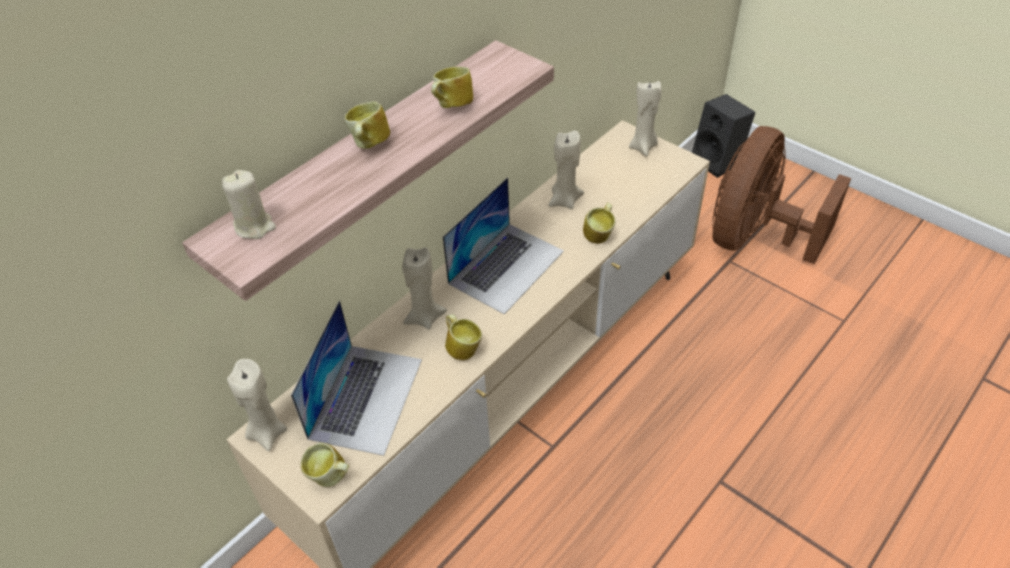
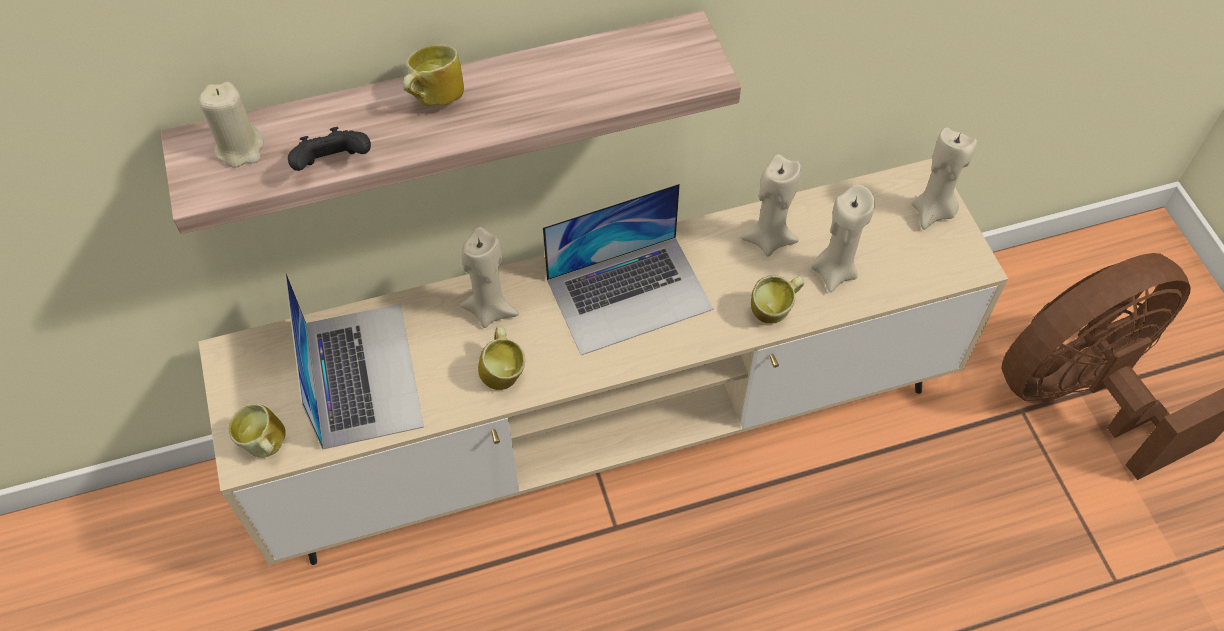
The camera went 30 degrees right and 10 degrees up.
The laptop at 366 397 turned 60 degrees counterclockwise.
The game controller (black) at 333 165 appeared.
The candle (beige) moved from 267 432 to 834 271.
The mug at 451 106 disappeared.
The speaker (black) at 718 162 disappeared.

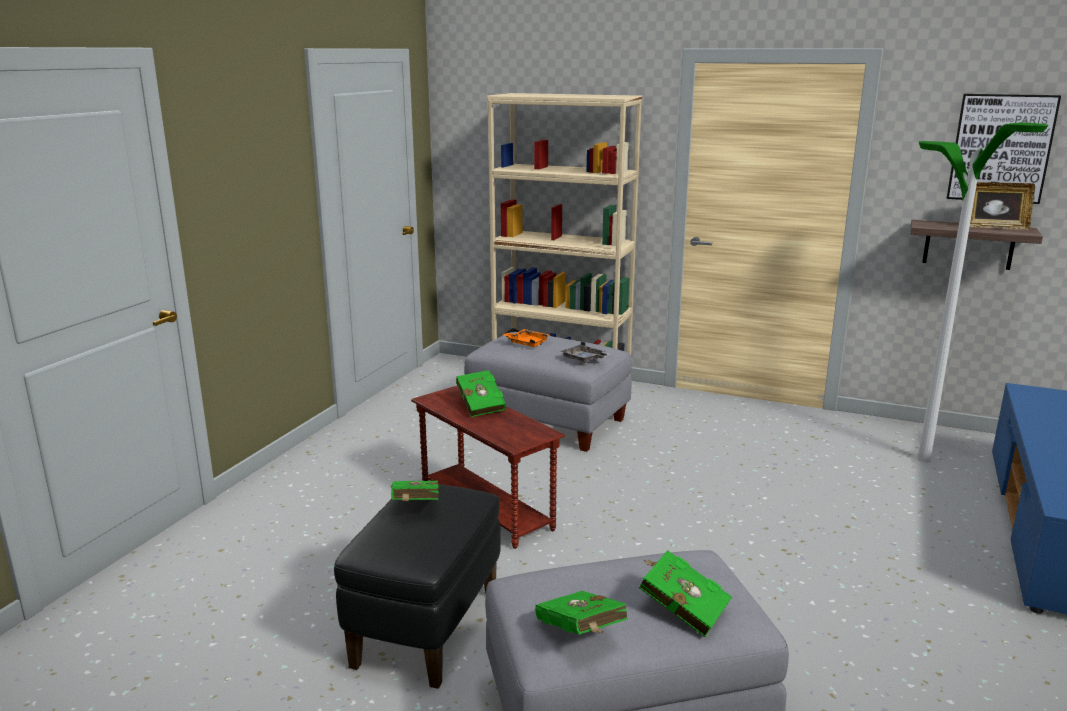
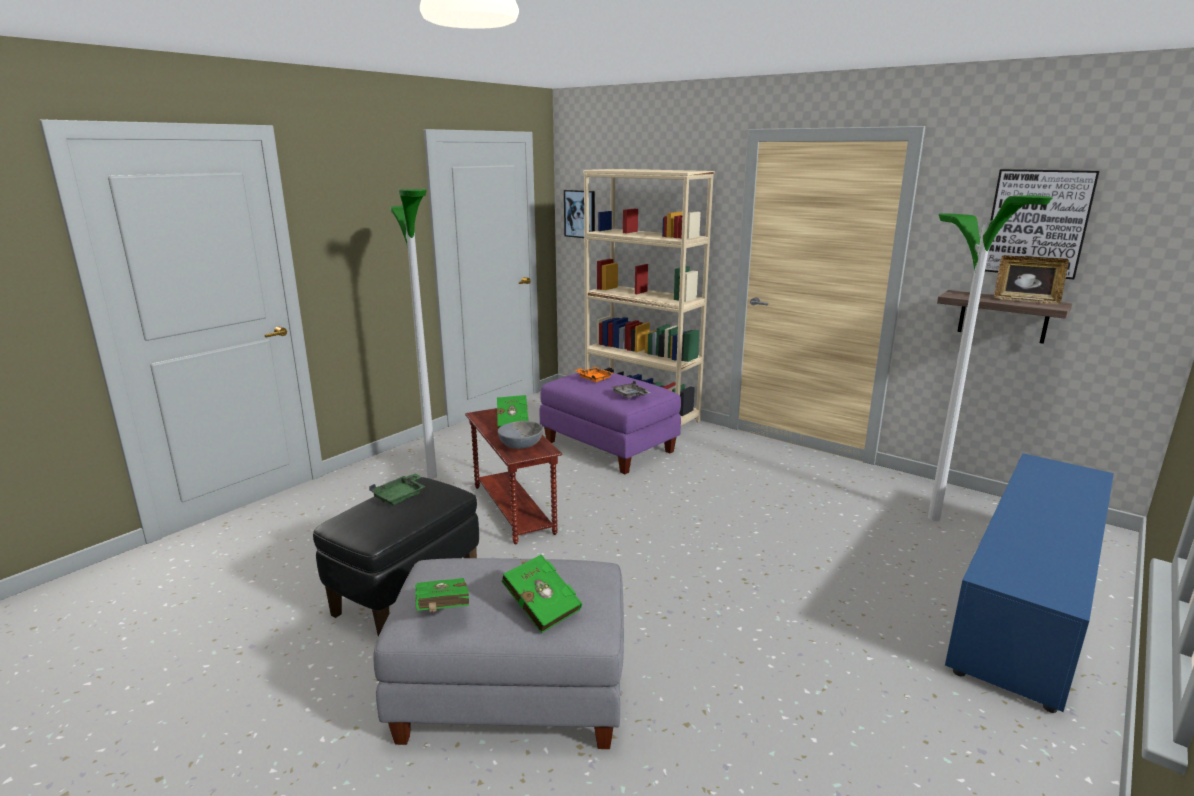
The camera went 15 degrees right and 0 degrees up.
The book (green) at 415 508 was replaced by the tray (green) at 400 496.
The floor lamp at 432 476 appeared.
The bowl (grey) at 520 445 appeared.
The ottoman (grey) at 549 421 became the ottoman (purple) at 610 446.
The picture at 580 214 appeared.

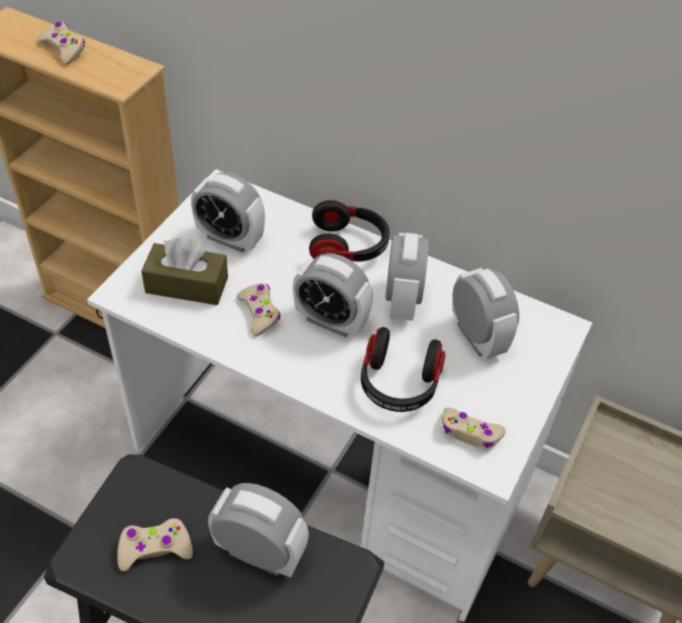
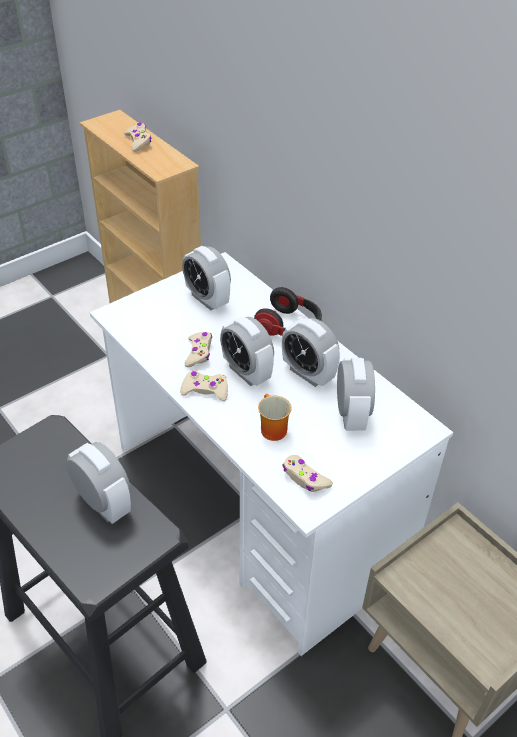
The camera went 25 degrees right and 5 degrees down.
The game controller (beige) moved from 154 548 to 205 390.
The headphones at 398 384 was replaced by the mug at 270 429.
The alarm clock at 402 300 turned 105 degrees clockwise.
The tissue box (brown) at 187 285 disappeared.

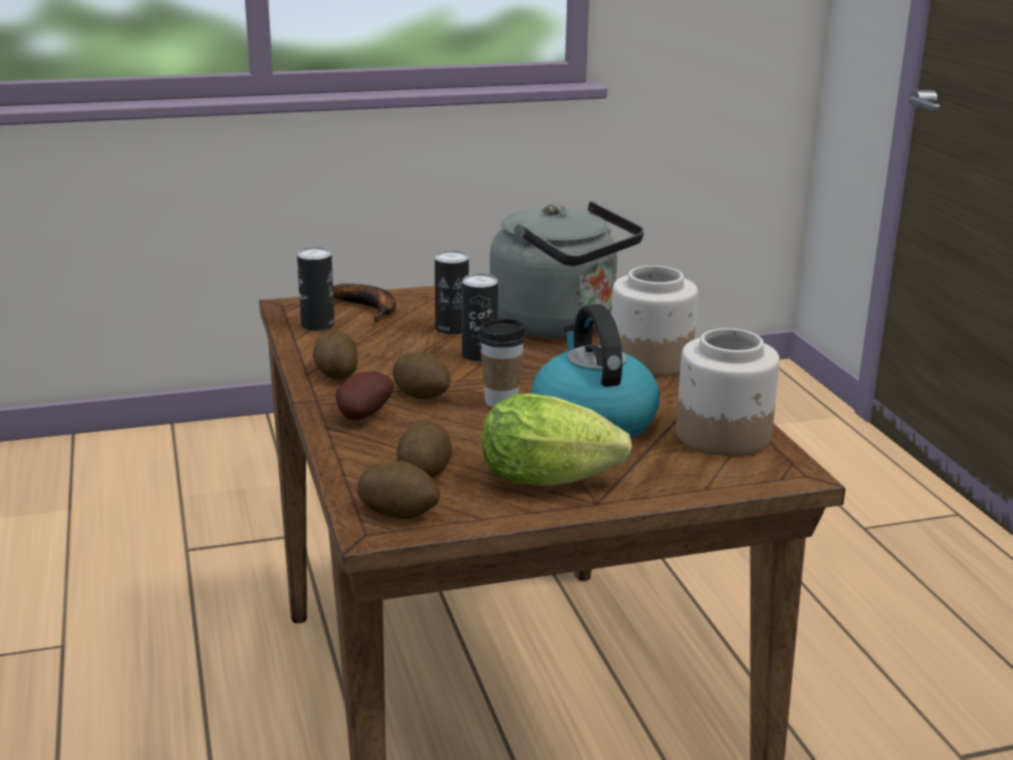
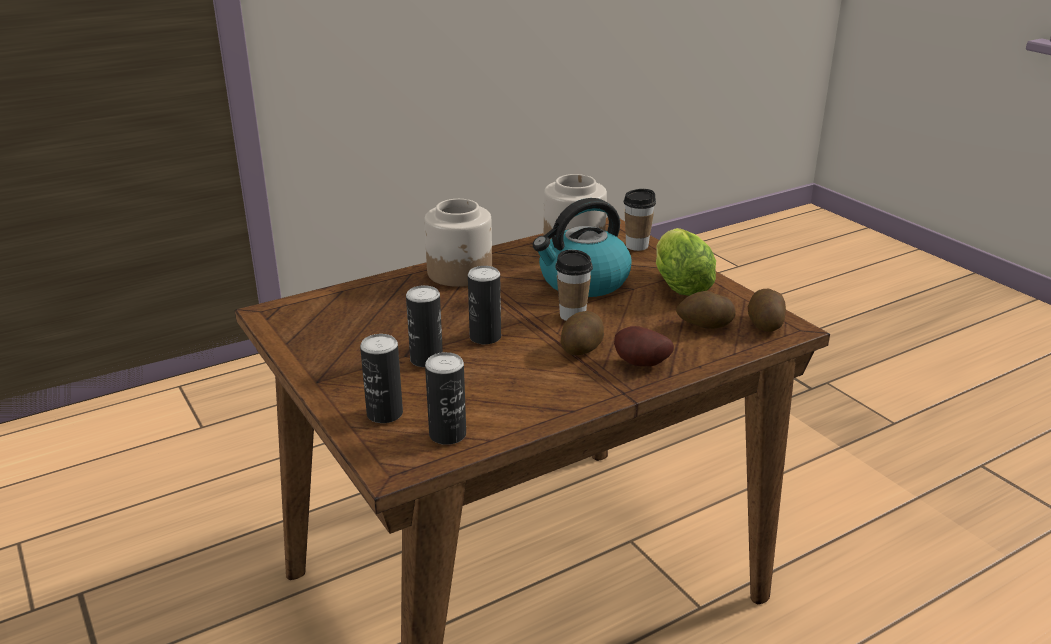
The camera went 105 degrees left and 5 degrees up.
The banana at 370 308 was replaced by the can at 384 414.
The cup at 637 246 appeared.
The potato at 336 373 disappeared.
The kettle (grey) at 560 325 disappeared.

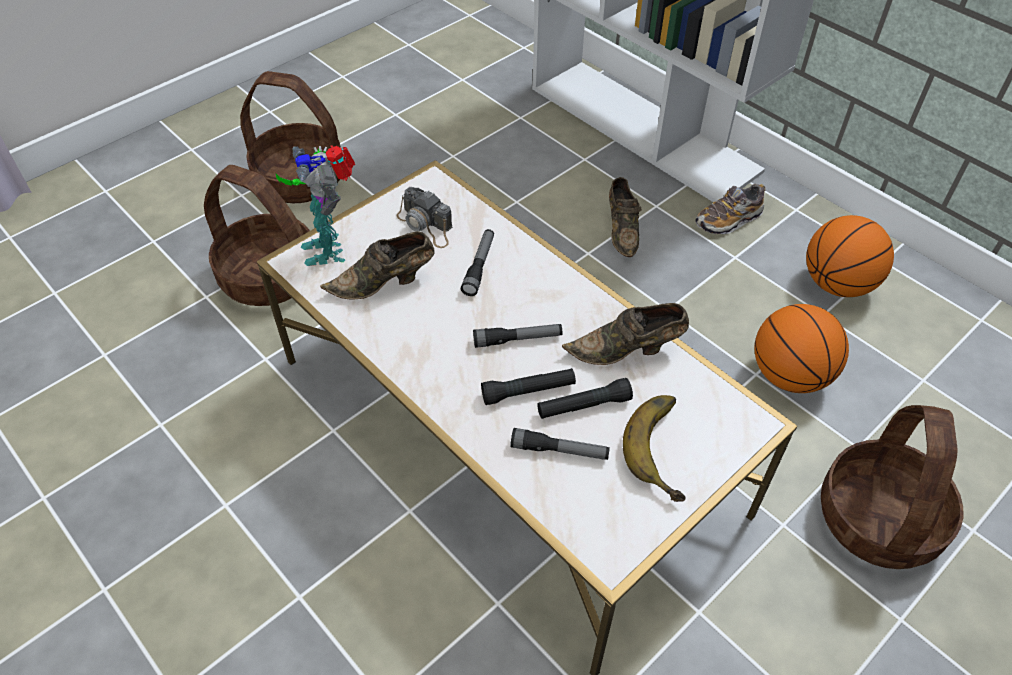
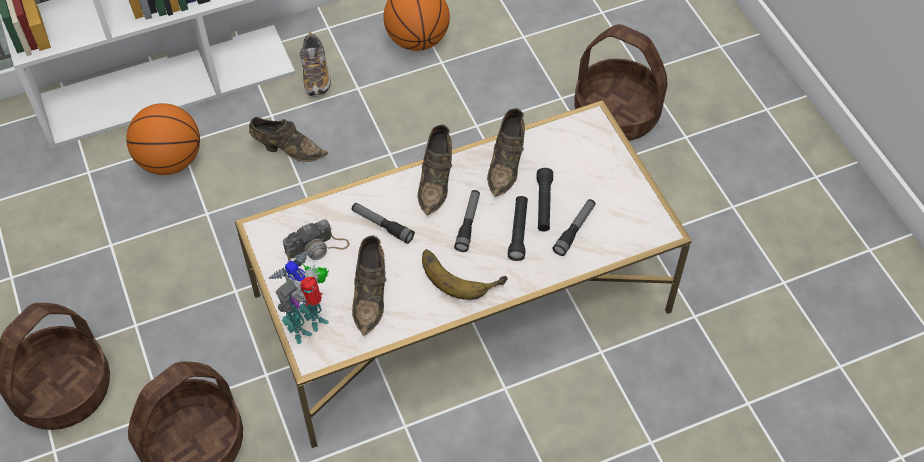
The camera went 70 degrees left and 5 degrees up.
The basketball moved from 789 375 to 170 161.
The toy robot at 329 248 turned 135 degrees clockwise.
The shoe (brown) at 436 180 appeared.
The banana moved from 667 448 to 461 272.

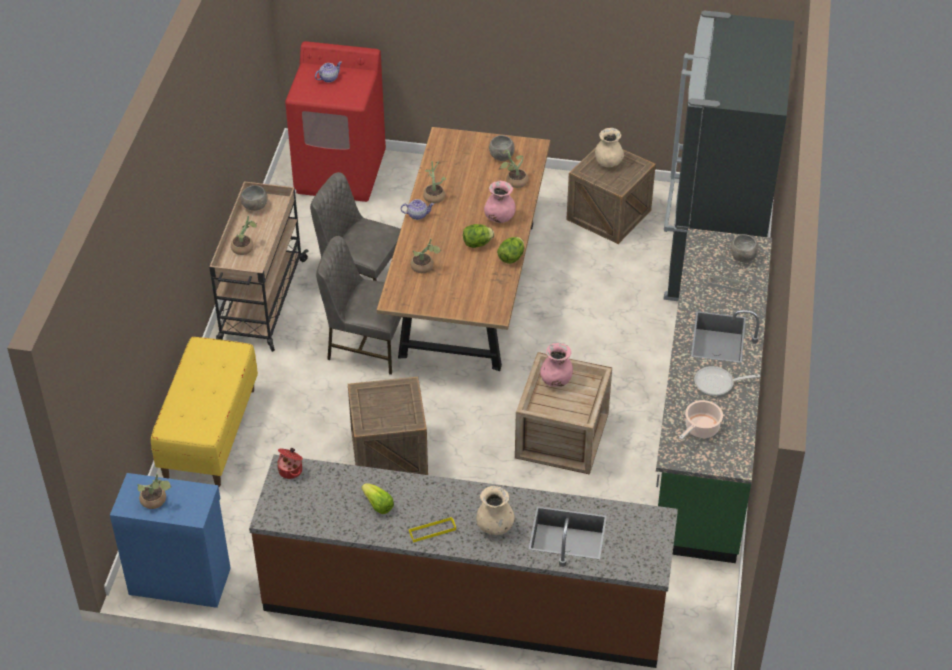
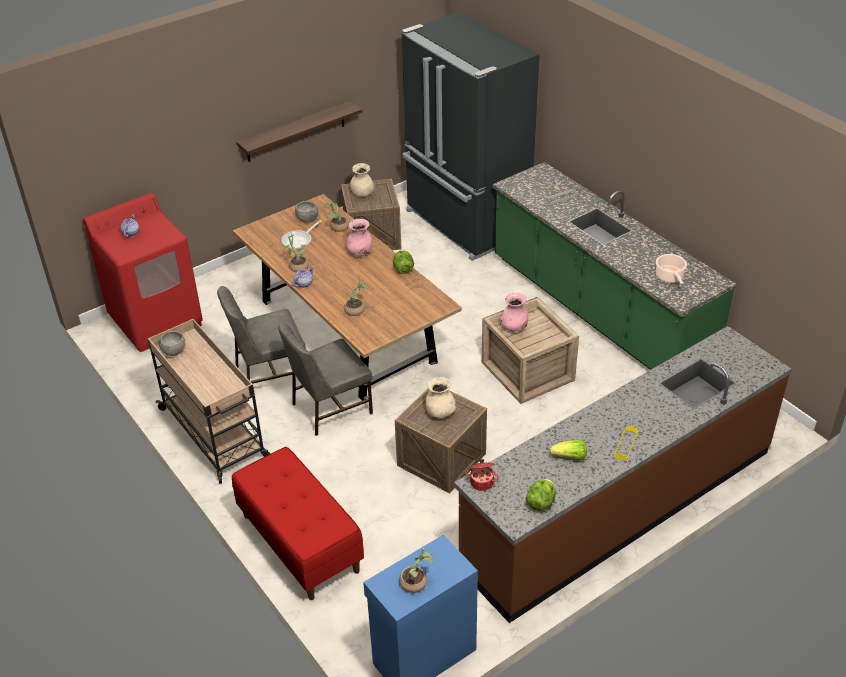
The camera went 45 degrees left and 5 degrees down.
The bench (yellow) at 209 433 became the bench (red) at 299 543.
The shelf at 295 132 appeared.
The frying pan moved from 717 384 to 299 240.
The vase (beige) moved from 495 526 to 440 412.
The lettuce moved from 477 243 to 540 503.
The potted plant at 245 248 disappeared.
The bowl (grey) at 742 258 disappeared.

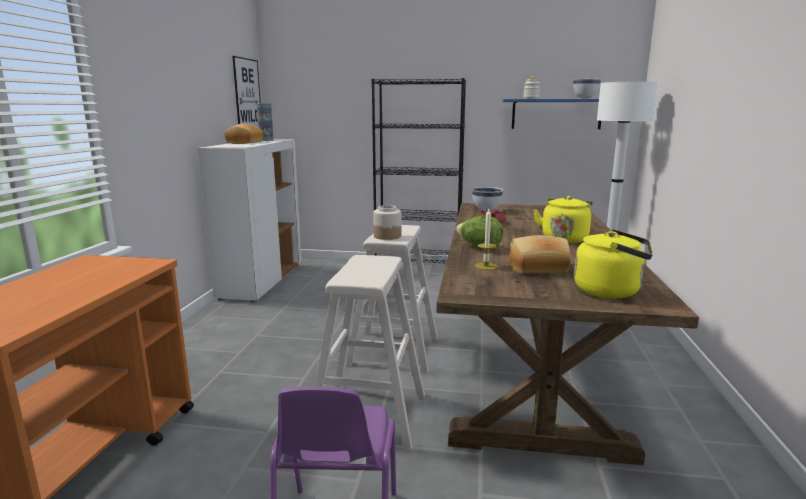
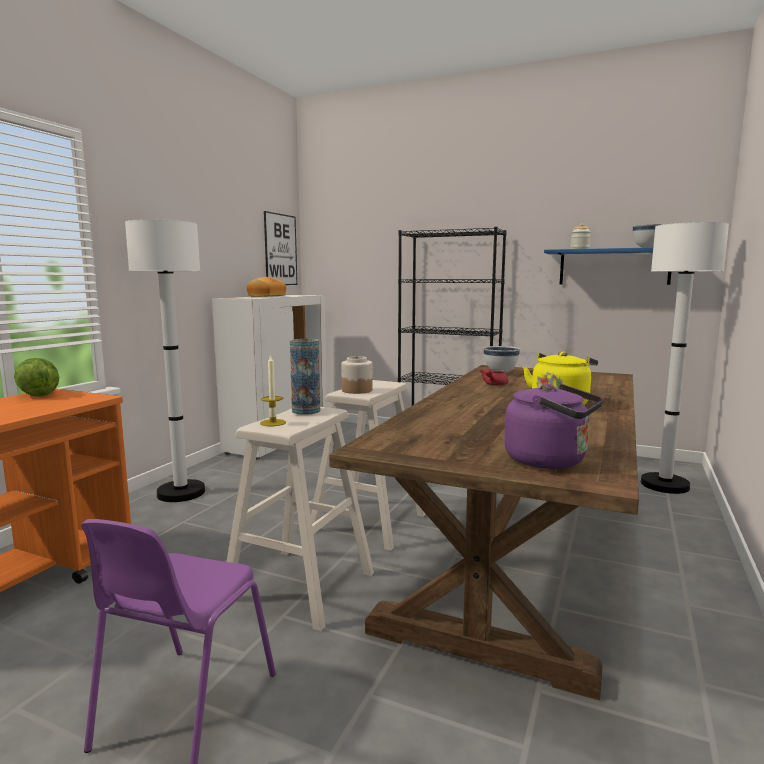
The camera went 15 degrees right and 5 degrees down.
The lettuce moved from 479 248 to 38 395.
The floor lamp (white) at 181 493 appeared.
The candle moved from 486 266 to 273 423.
The vase moved from 266 140 to 306 411.
The kettle (yellow) at 611 291 became the kettle (purple) at 550 461.
The bread at 538 268 disappeared.

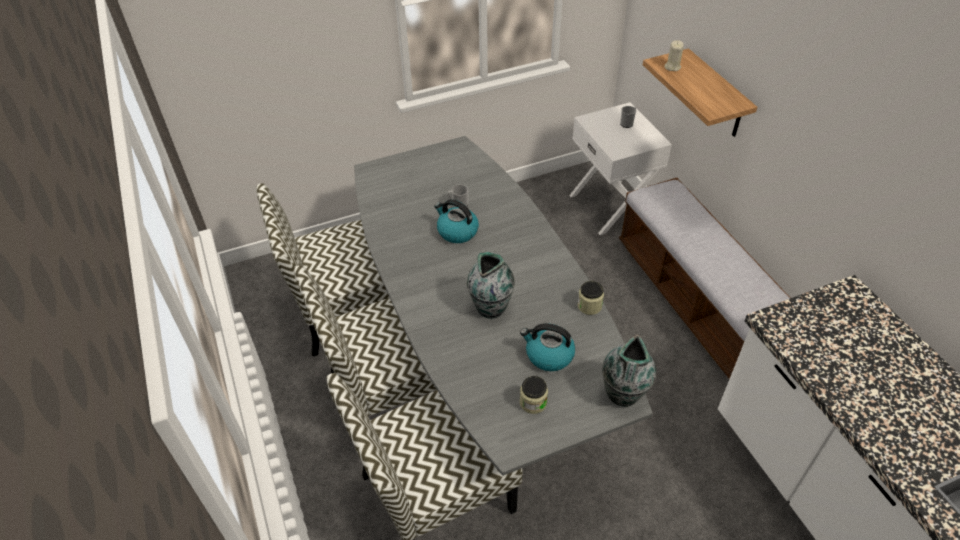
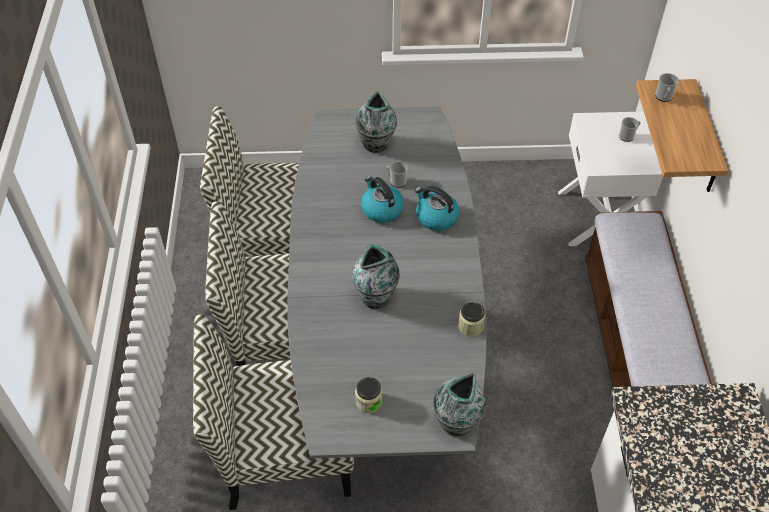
The camera went 20 degrees right and 5 degrees up.
The vase at 376 145 appeared.
The kettle moved from 548 355 to 436 217.
The candle (beige) at 672 67 was replaced by the mug at 663 97.

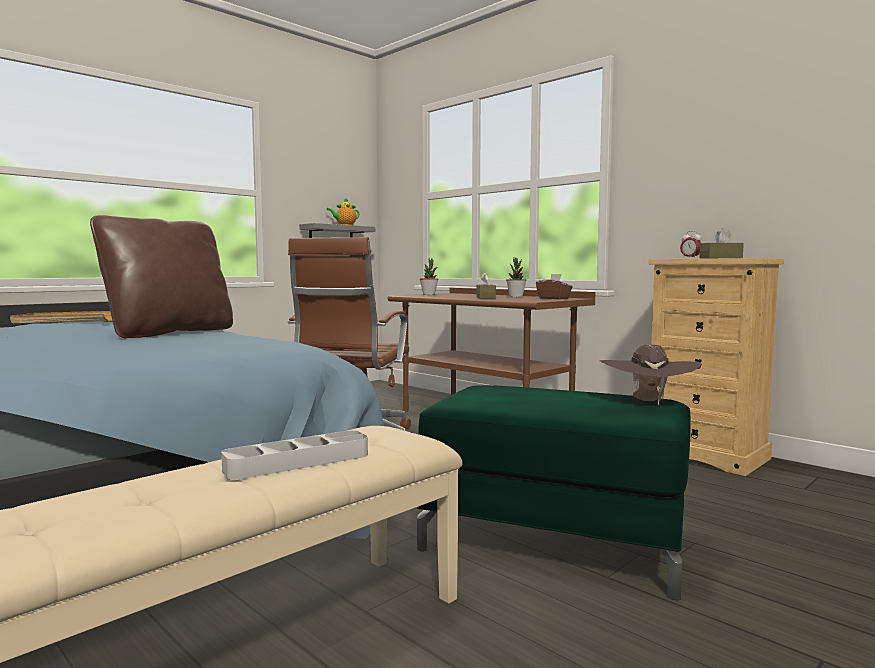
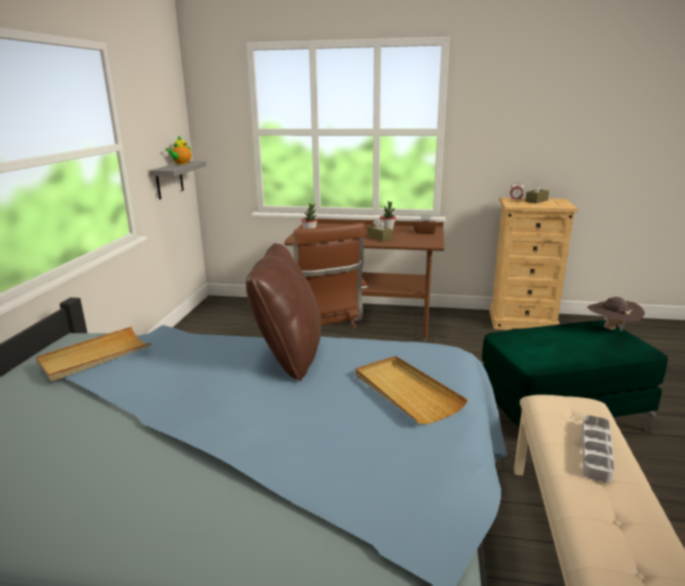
The camera went 35 degrees left and 15 degrees up.
The tray (beige) at 406 392 appeared.

